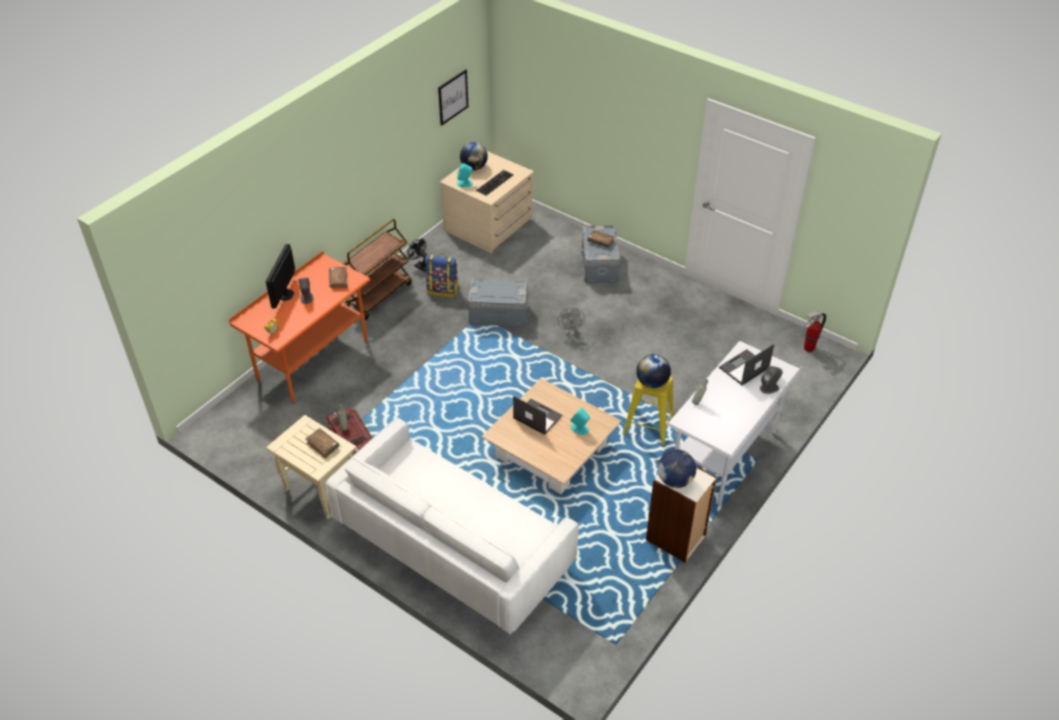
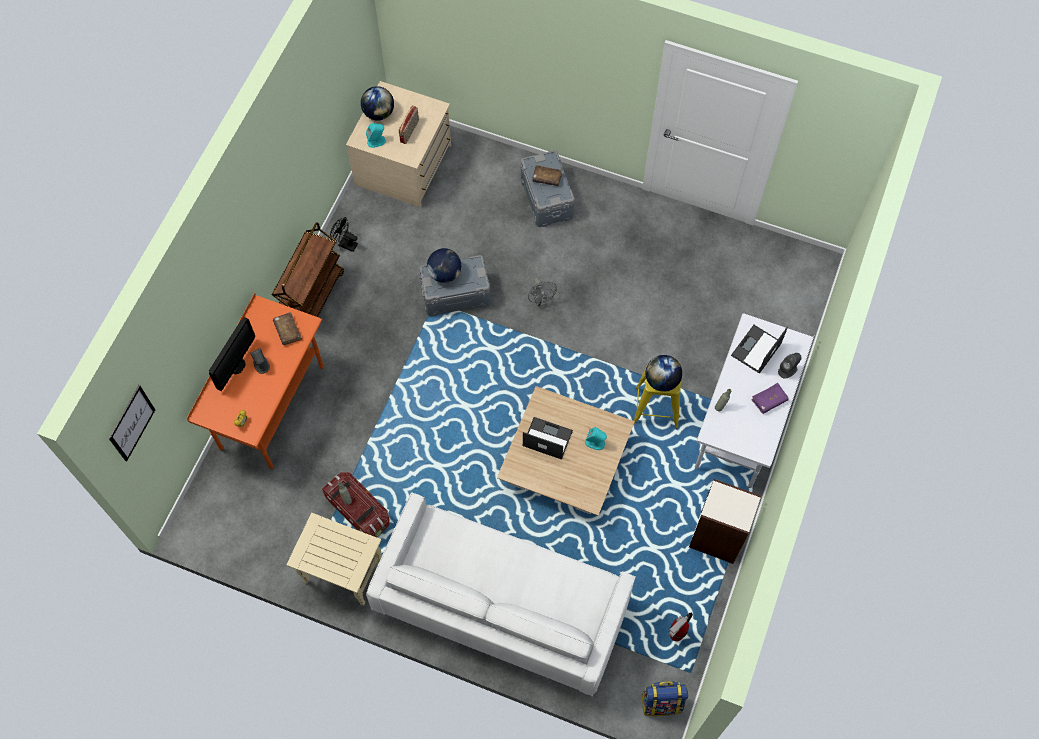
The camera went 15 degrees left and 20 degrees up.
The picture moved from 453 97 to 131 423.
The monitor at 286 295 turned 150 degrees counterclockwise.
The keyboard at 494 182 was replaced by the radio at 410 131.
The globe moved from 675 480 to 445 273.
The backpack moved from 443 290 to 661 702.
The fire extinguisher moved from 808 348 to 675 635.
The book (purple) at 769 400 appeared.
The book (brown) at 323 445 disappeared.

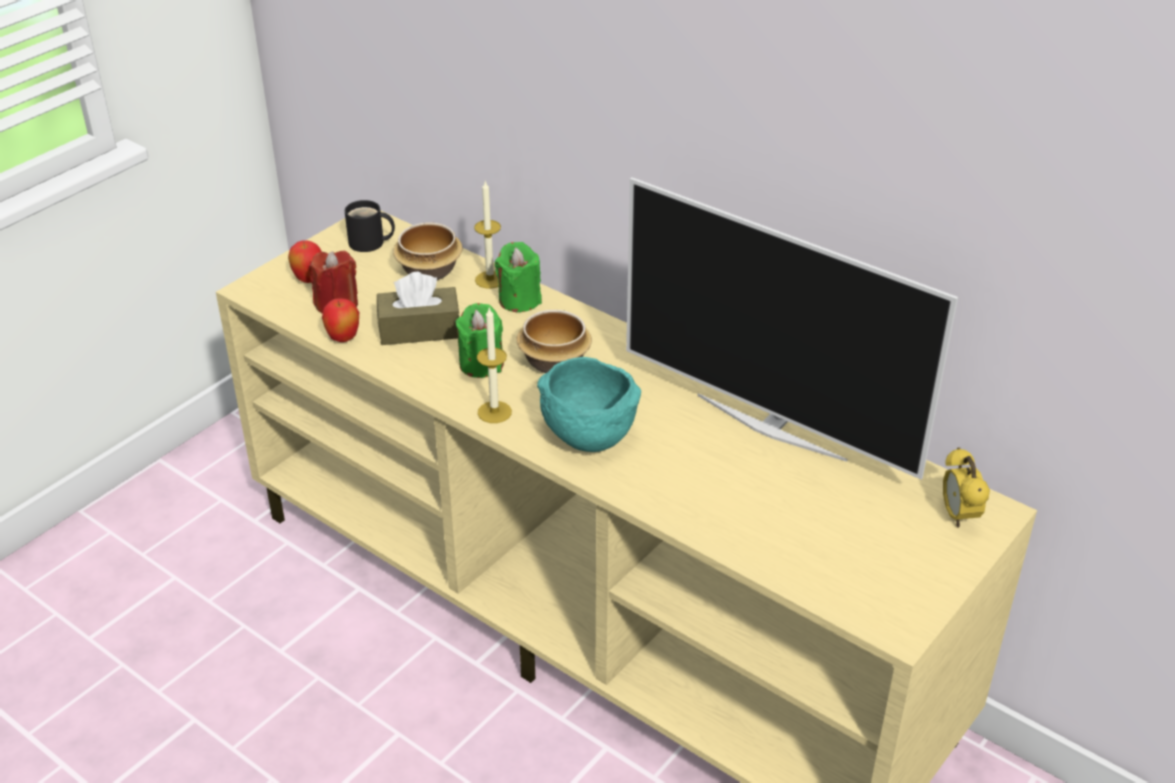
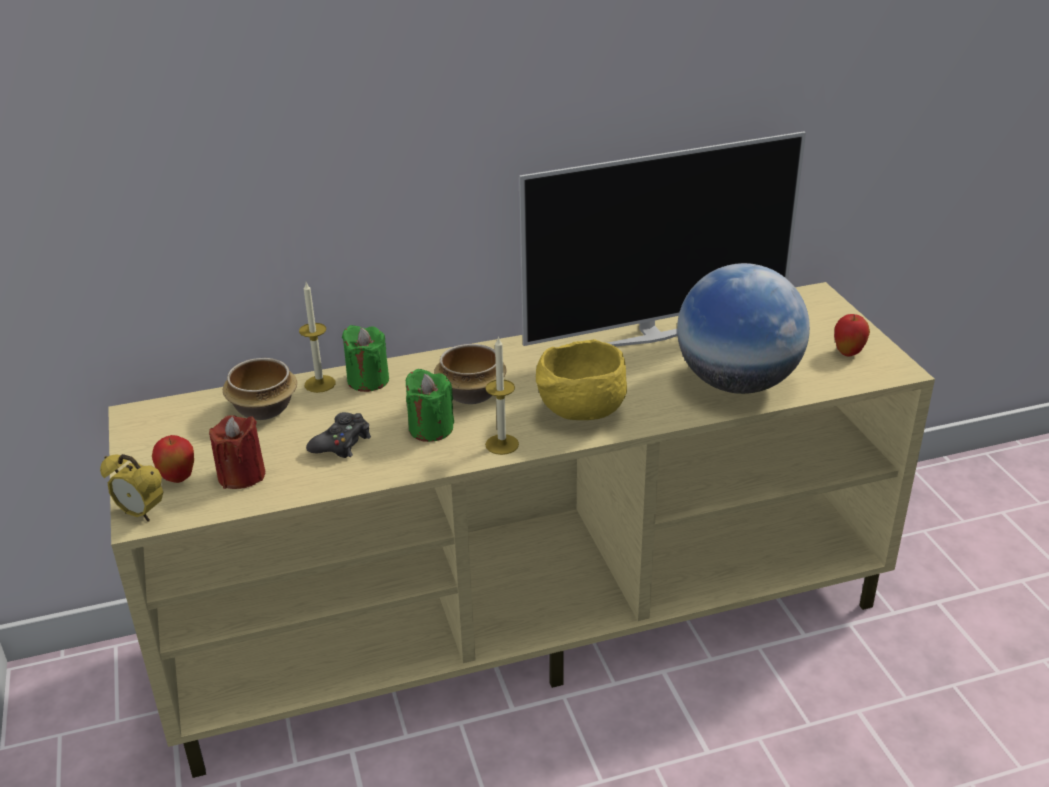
The camera went 55 degrees left and 5 degrees down.
The alarm clock moved from 958 516 to 141 514.
The tissue box (brown) at 419 329 was replaced by the game controller (black) at 342 443.
The bowl (turquoise) at 586 436 became the bowl (yellow) at 581 413.
The globe at 737 382 appeared.
The apple moved from 343 339 to 848 353.
The mug (black) at 369 243 disappeared.

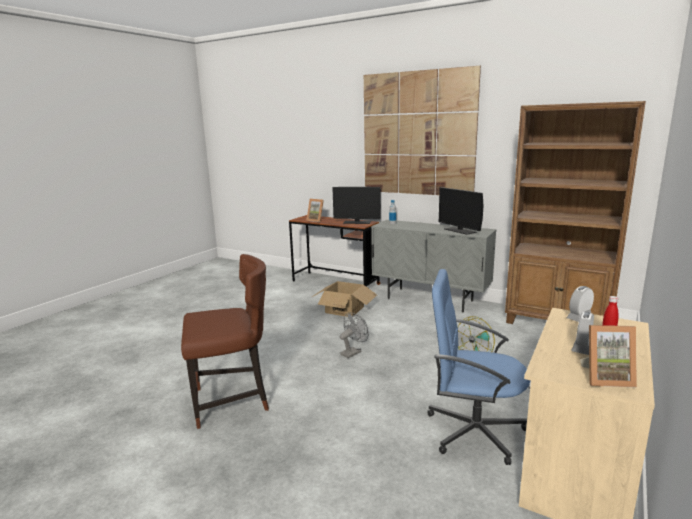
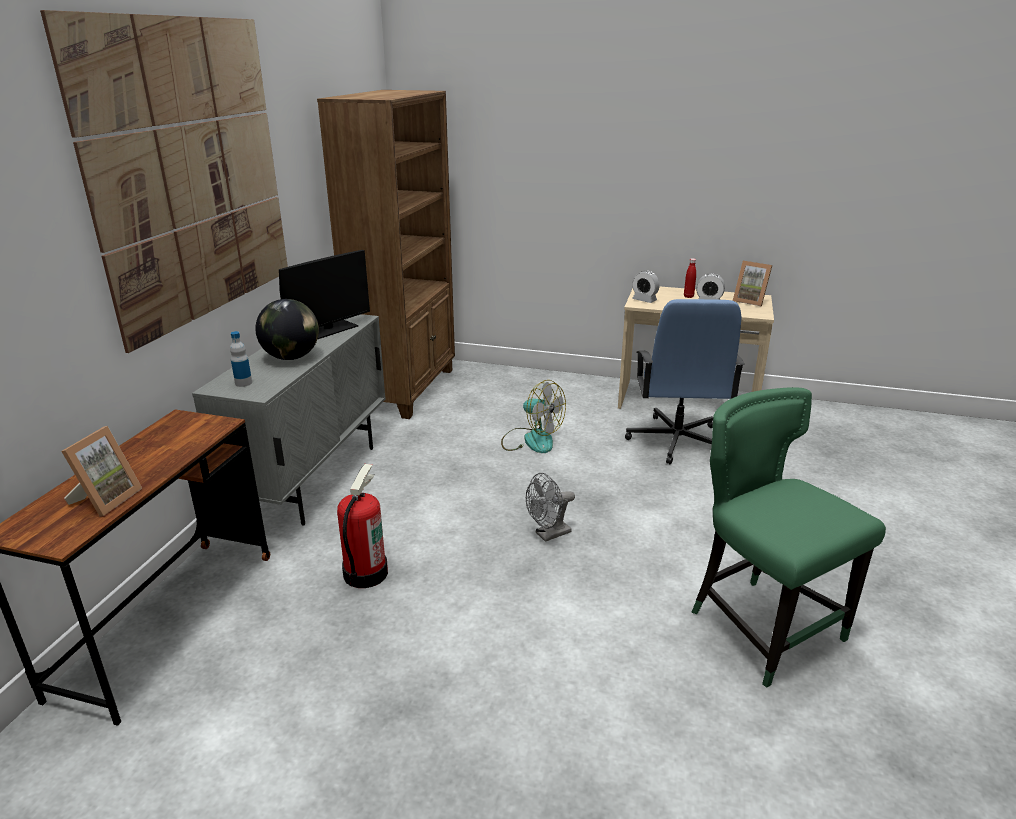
The camera went 105 degrees left and 10 degrees up.
The globe at 291 357 appeared.
The cardboard box at 345 309 was replaced by the fire extinguisher at 365 573.
The fan (grey) at 353 352 turned 60 degrees counterclockwise.
The chair (brown) at 233 401 became the chair (green) at 762 626.
The picture frame at 605 378 turned 135 degrees clockwise.
The monitor at 357 222 disappeared.

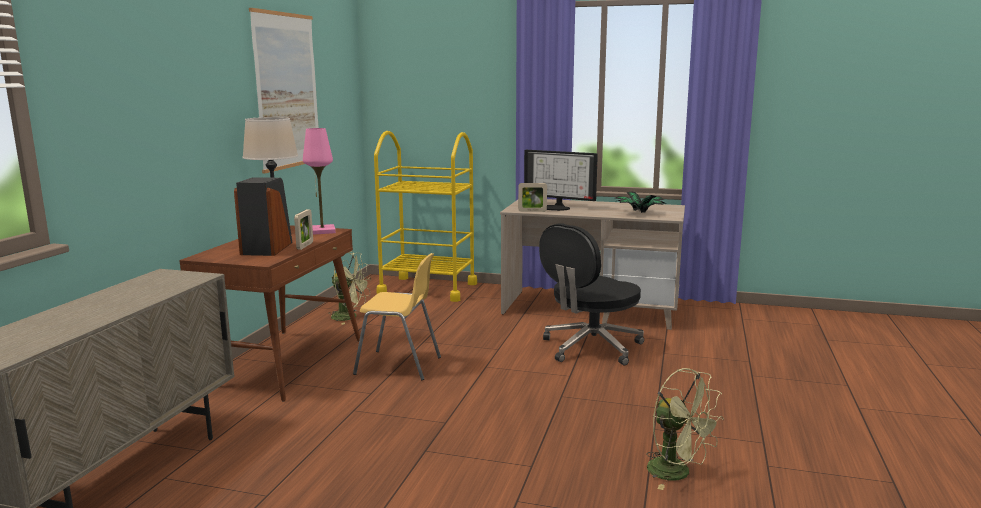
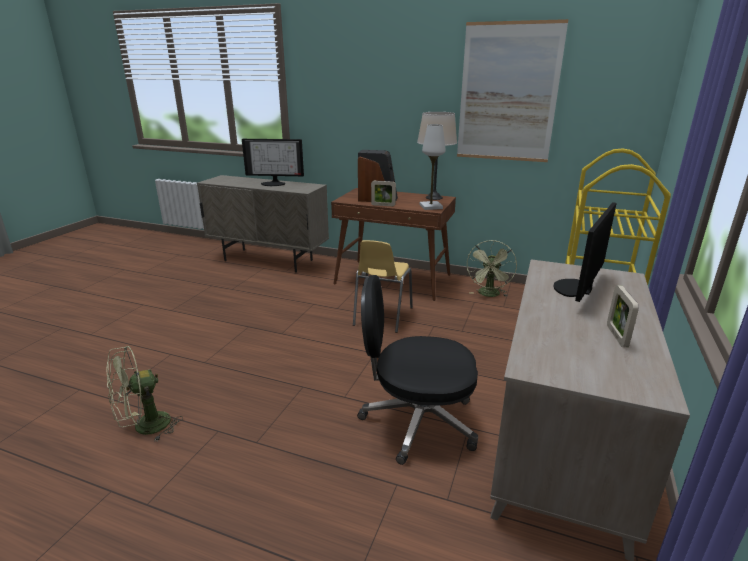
The camera went 95 degrees right and 10 degrees up.
The monitor at 274 183 appeared.
The office chair (black) at 590 348 turned 45 degrees counterclockwise.
The table lamp (pink) at 322 231 became the table lamp (white) at 430 207.
The picture frame moved from 532 211 to 616 336.
The potted plant at 639 213 disappeared.

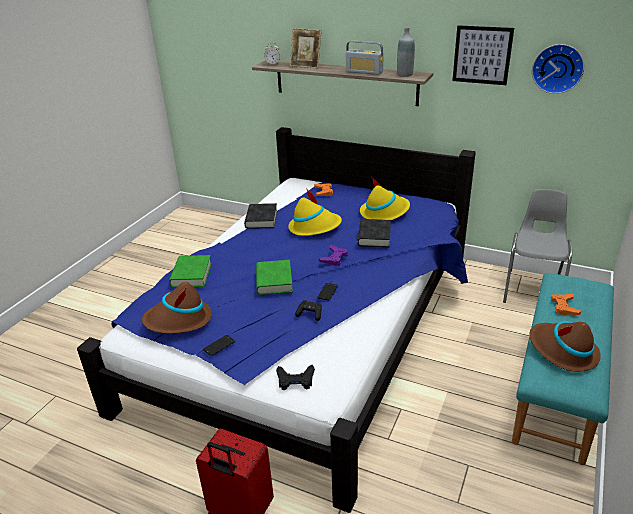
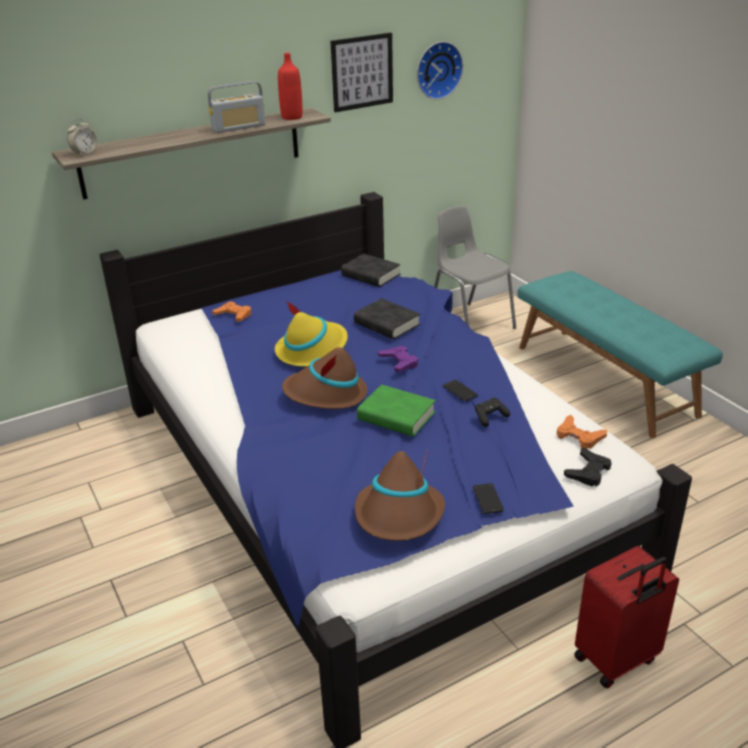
The camera went 55 degrees left and 0 degrees up.
The bottle (grey) at 404 74 became the bottle (red) at 292 117.
The hat (brown) moved from 562 351 to 325 394.
The book (black) moved from 261 219 to 371 275.
The game controller (orange) moved from 564 307 to 579 436.
The book (green) at 191 275 disappeared.
The picture frame at 306 66 disappeared.
The hat (yellow) at 384 212 disappeared.

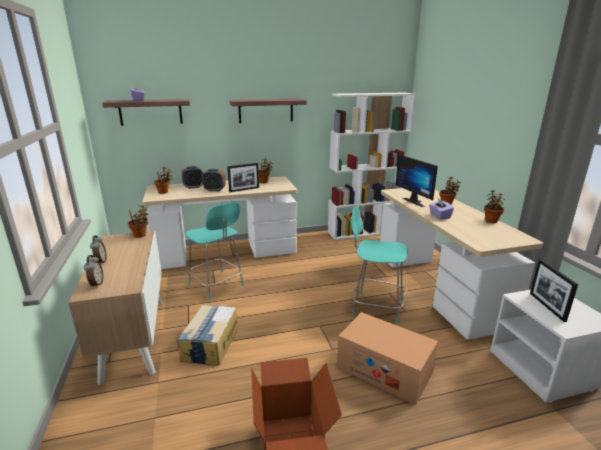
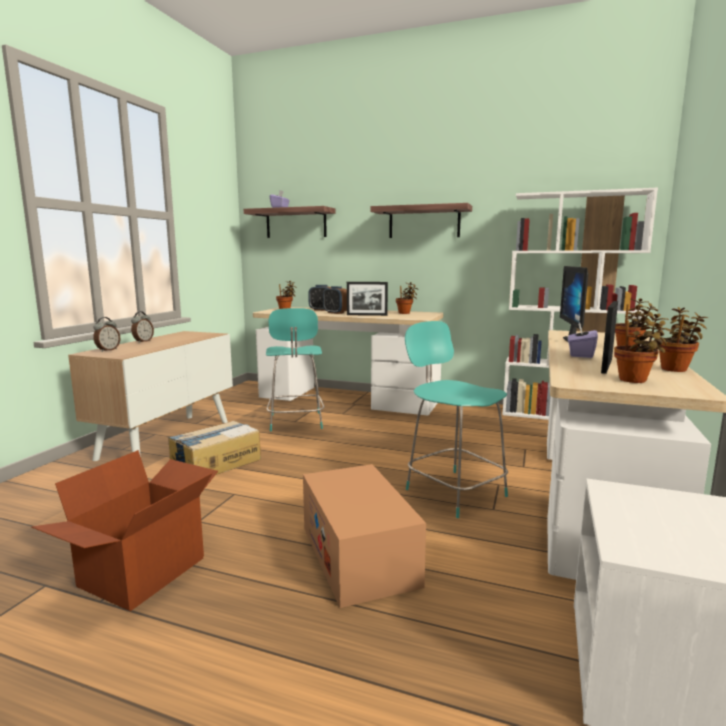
The camera went 35 degrees right and 10 degrees down.
The picture frame moved from 547 306 to 606 365.
The potted plant moved from 141 235 to 636 380.

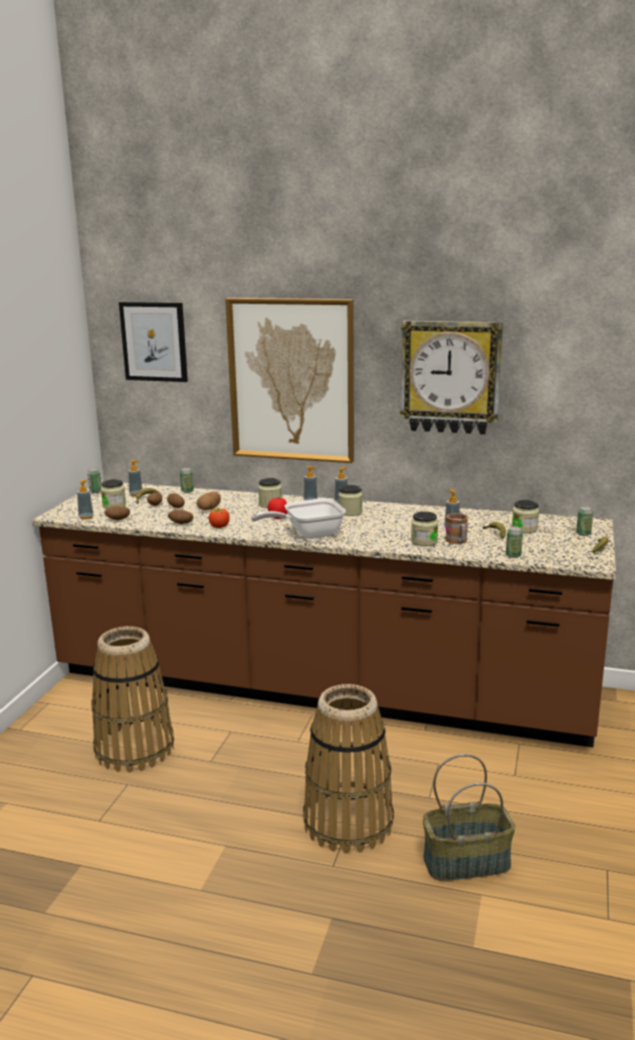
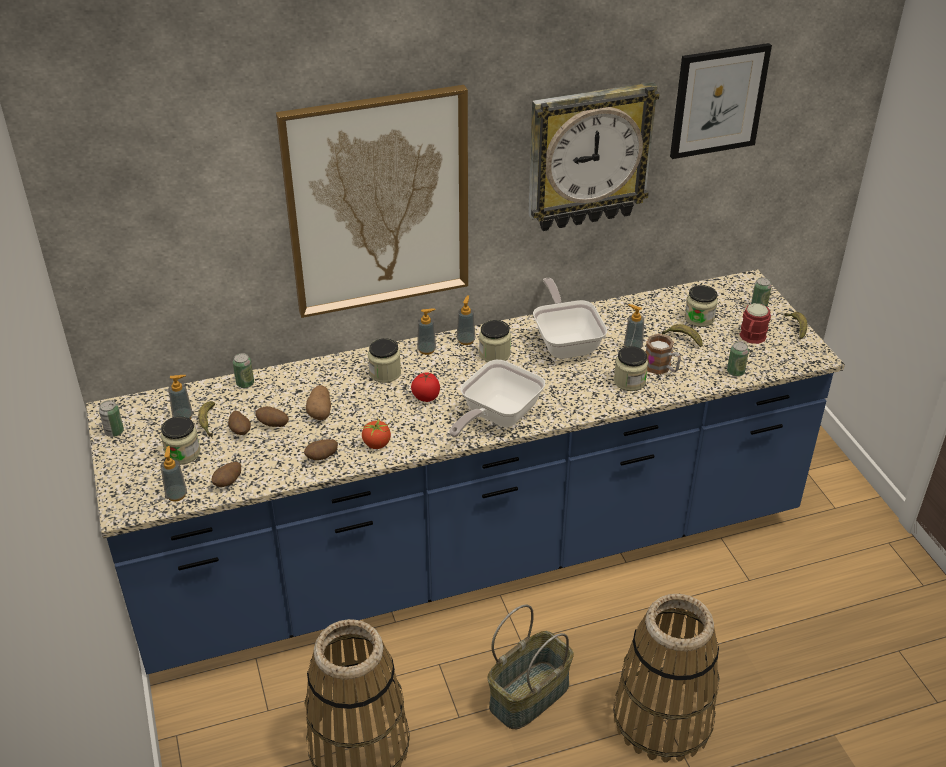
The camera went 35 degrees left and 20 degrees up.
The counter (brown) at 320 687 became the counter (blue) at 473 552.
The basket moved from 467 861 to 529 694.
The frying pan at 566 342 appeared.
The picture moved from 154 341 to 718 100.
The mug (red) at 751 338 appeared.

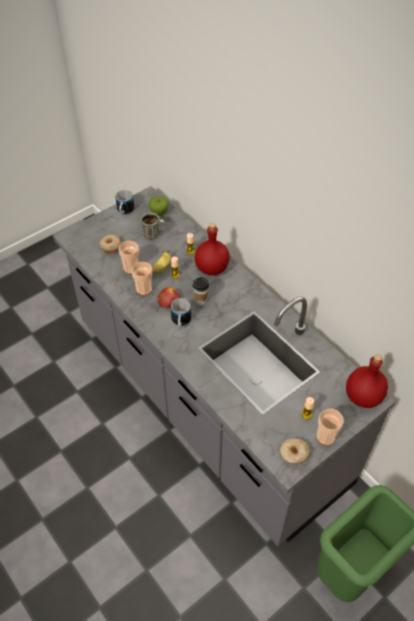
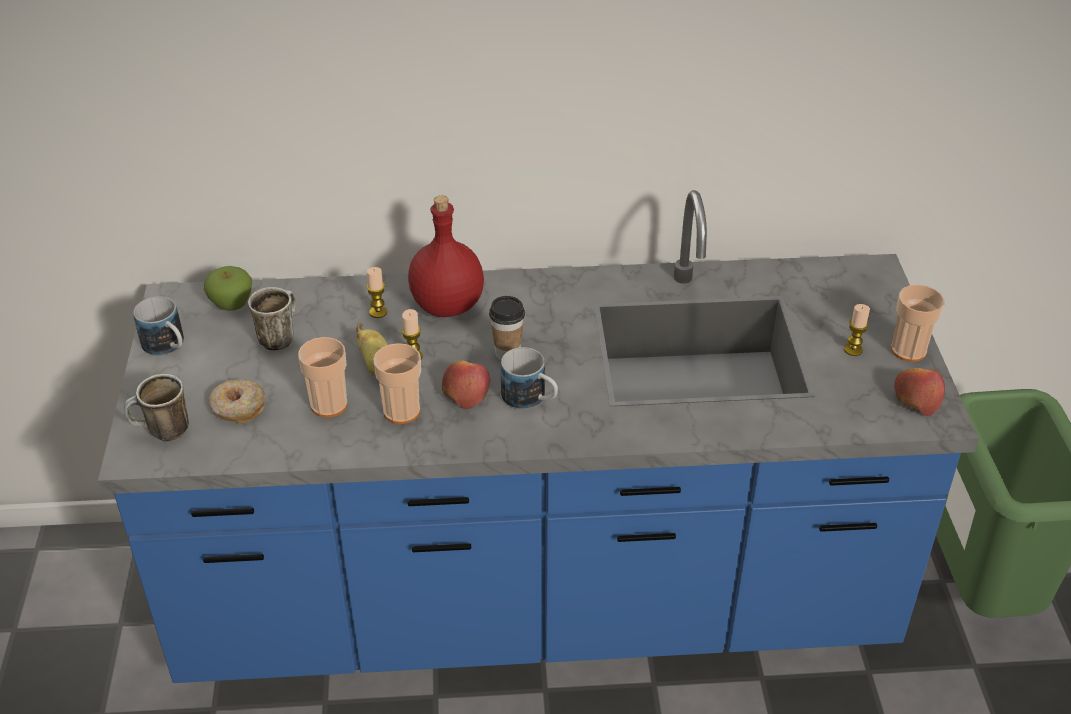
The camera went 55 degrees left and 10 degrees down.
The counter (grey) at 207 402 became the counter (blue) at 535 600.
The mug at 162 433 appeared.
The donut at 294 454 was replaced by the apple at 916 398.
The bottle (red) at 363 396 disappeared.

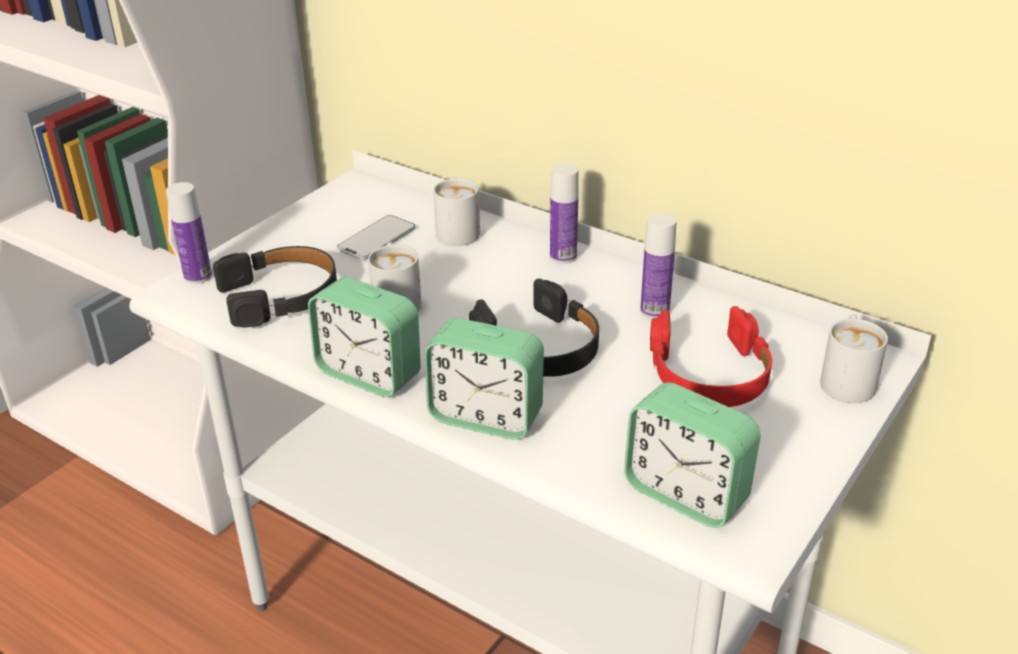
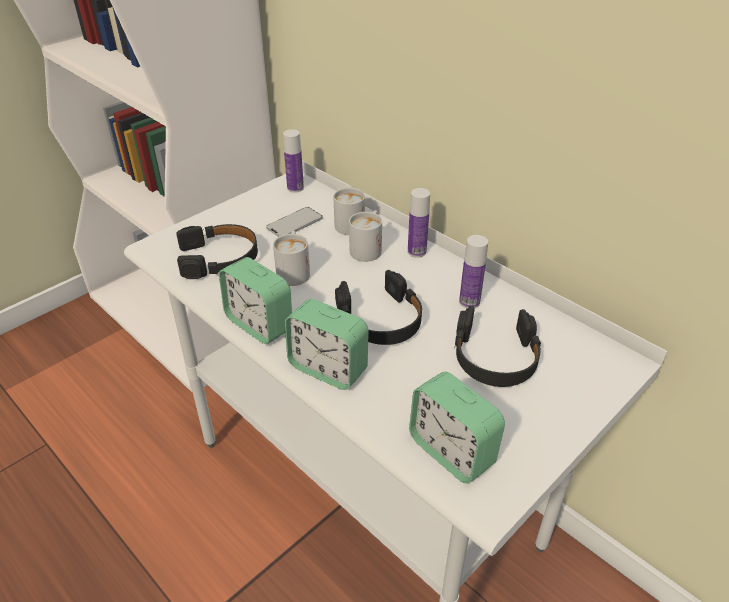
The camera went 10 degrees right and 5 degrees up.
The bottle moved from 198 276 to 295 188.
The mug (white) moved from 847 378 to 368 248.
The headphones (red) at 709 373 became the headphones (black) at 495 357.

